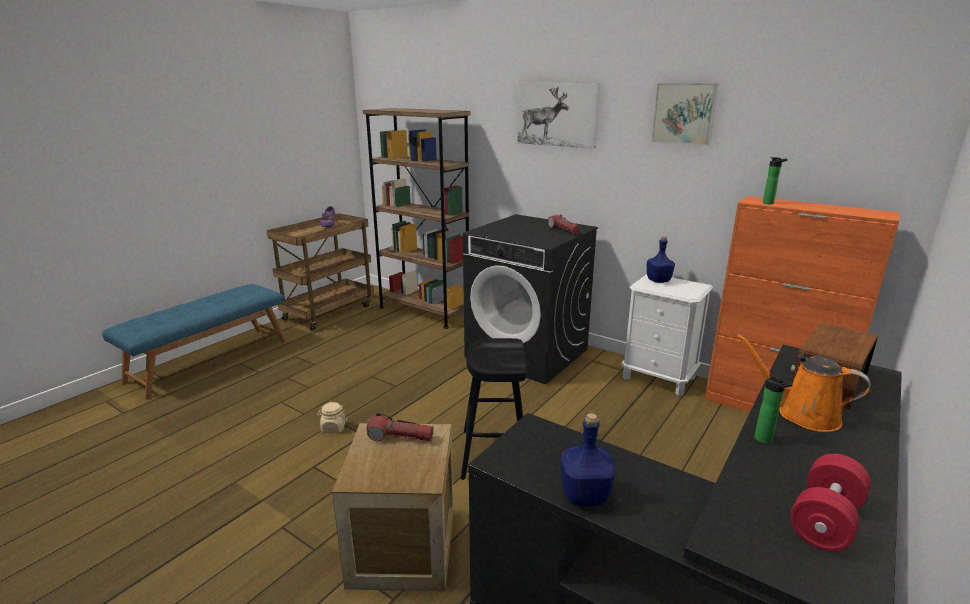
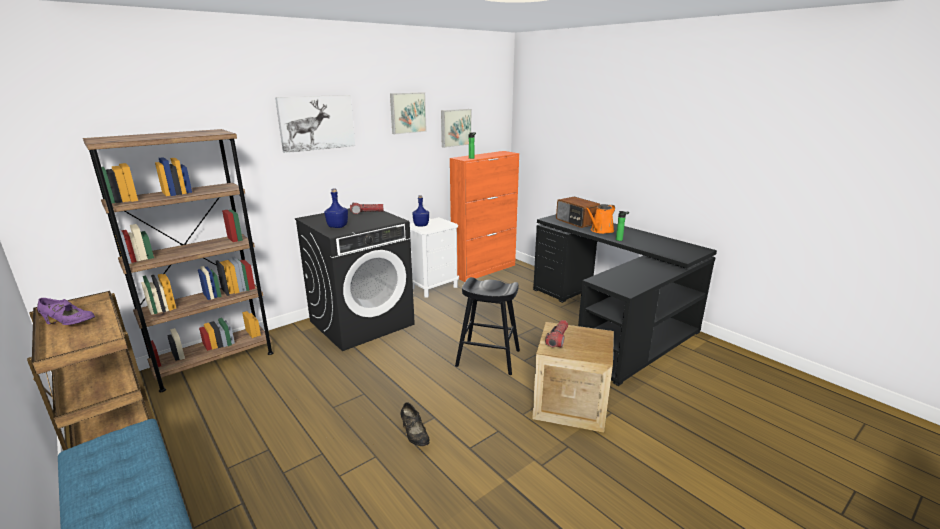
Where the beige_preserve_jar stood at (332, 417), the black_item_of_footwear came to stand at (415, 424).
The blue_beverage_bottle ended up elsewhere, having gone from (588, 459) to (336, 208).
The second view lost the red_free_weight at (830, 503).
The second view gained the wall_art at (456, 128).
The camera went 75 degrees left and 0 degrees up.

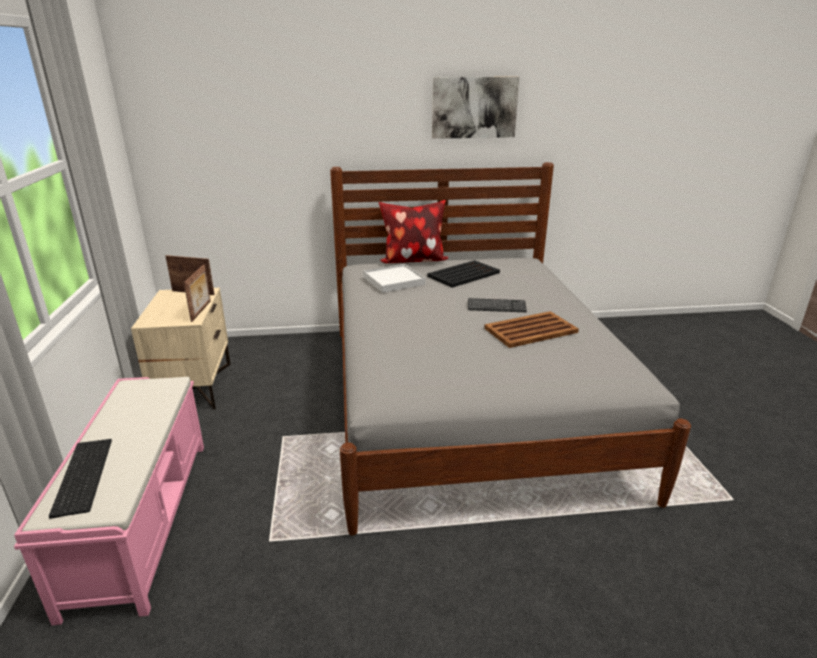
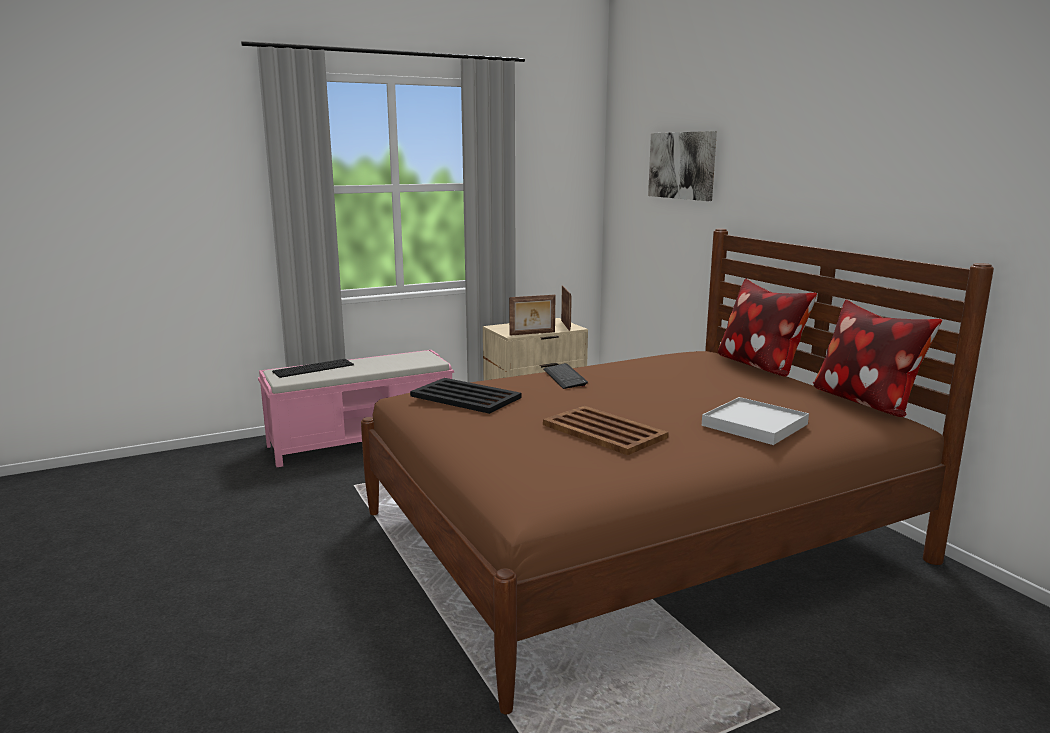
The wall_art ended up elsewhere, having gone from (475, 108) to (682, 166).
What was the grey_bed at (510, 349) turned into the brownish_bed at (677, 471).
The black_carrying_tray ended up elsewhere, having gone from (463, 274) to (465, 396).
The whitish_carrying_tray ended up elsewhere, having gone from (394, 278) to (755, 421).
The PC_keyboard ended up elsewhere, having gone from (497, 305) to (565, 376).
The second view gained the throw_pillow at (877, 358).
The camera went 70 degrees right and 10 degrees down.

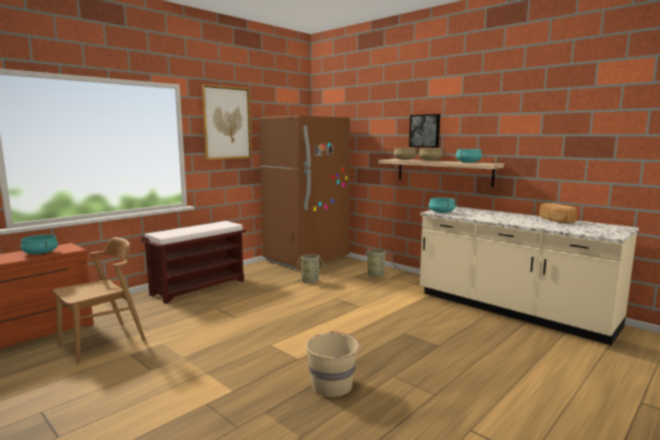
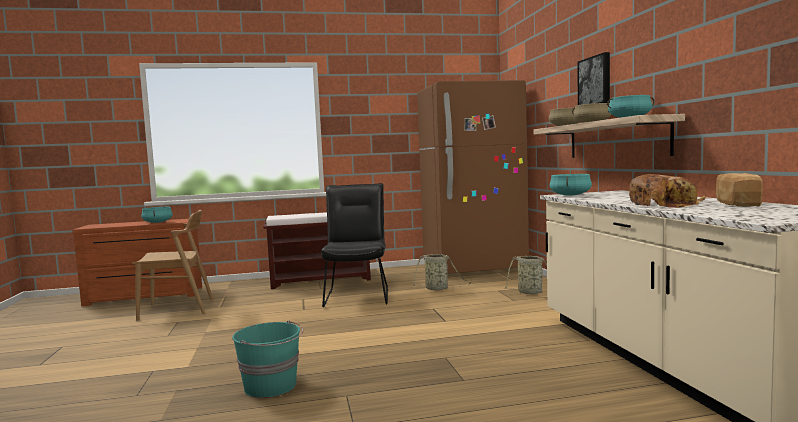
The second view lost the wall_art at (227, 122).
What was the beige_bucket at (333, 364) turned into the blue-green_bucket at (267, 359).
The second view gained the bakery_bread at (667, 191).
The second view gained the black_chair at (354, 245).
The camera went 35 degrees right and 5 degrees down.

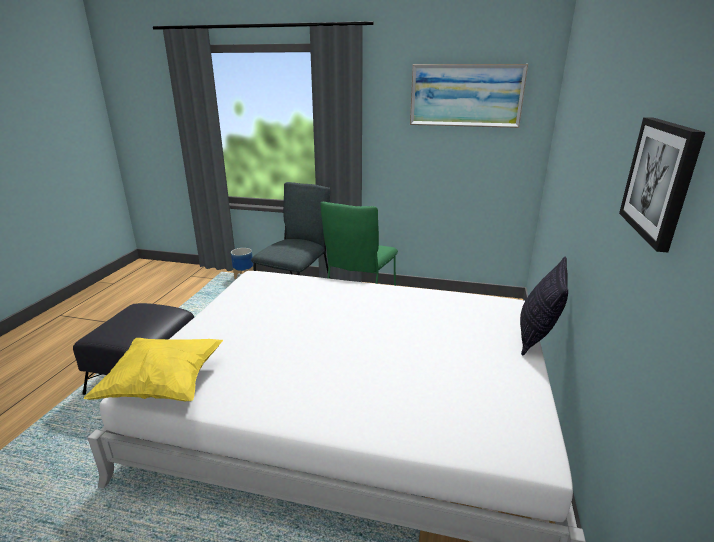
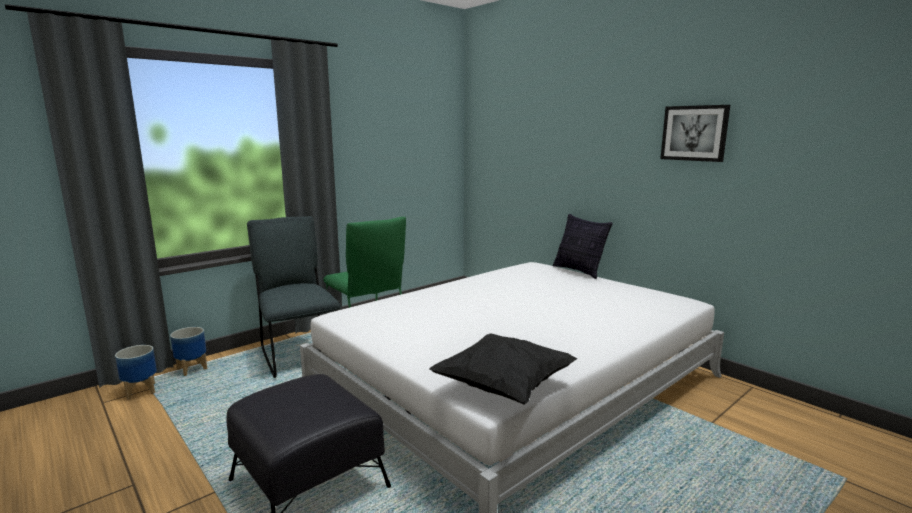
The second view lost the wall_art at (469, 96).
What was the yellow_throw_pillow at (153, 369) turned into the black_throw_pillow at (503, 369).
The second view gained the flower_pot at (136, 372).
The camera went 55 degrees left and 10 degrees down.

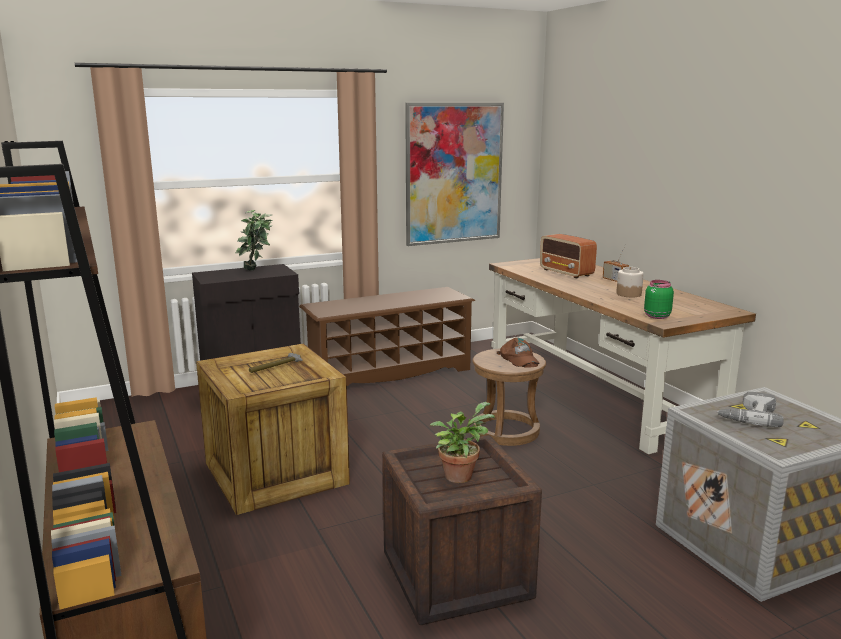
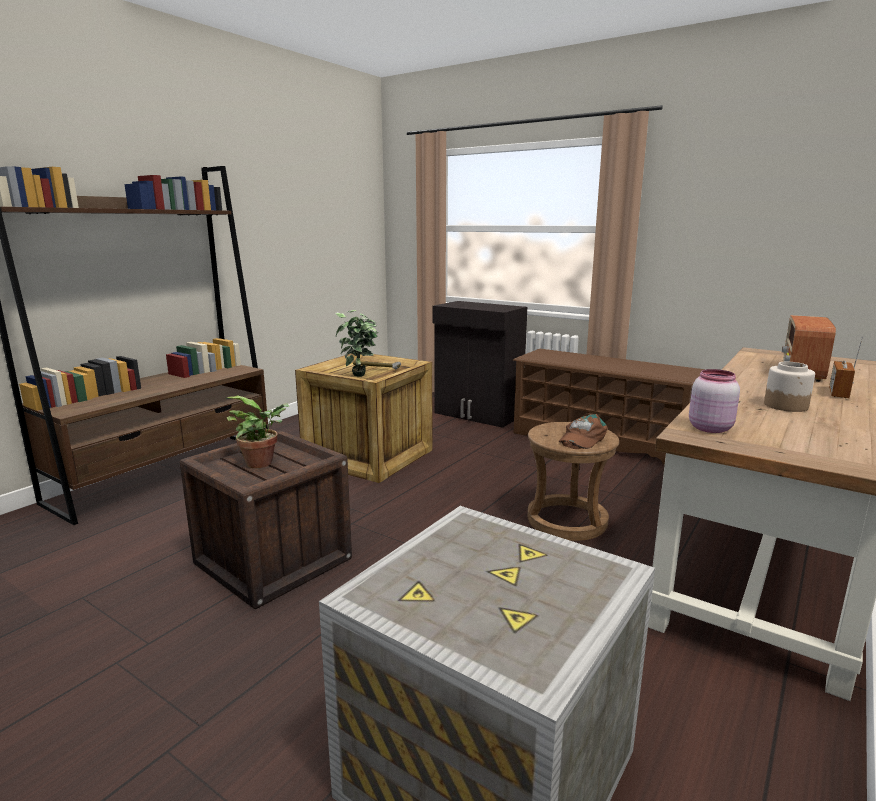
The second view lost the wall_art at (454, 174).
The plant_in_a_pot ended up elsewhere, having gone from (254, 240) to (356, 343).
What was the green-coloured_preserve_jar at (659, 299) turned into the pink_preserve_jar at (714, 401).
The second view lost the power_drill at (750, 409).
The camera went 60 degrees right and 0 degrees up.

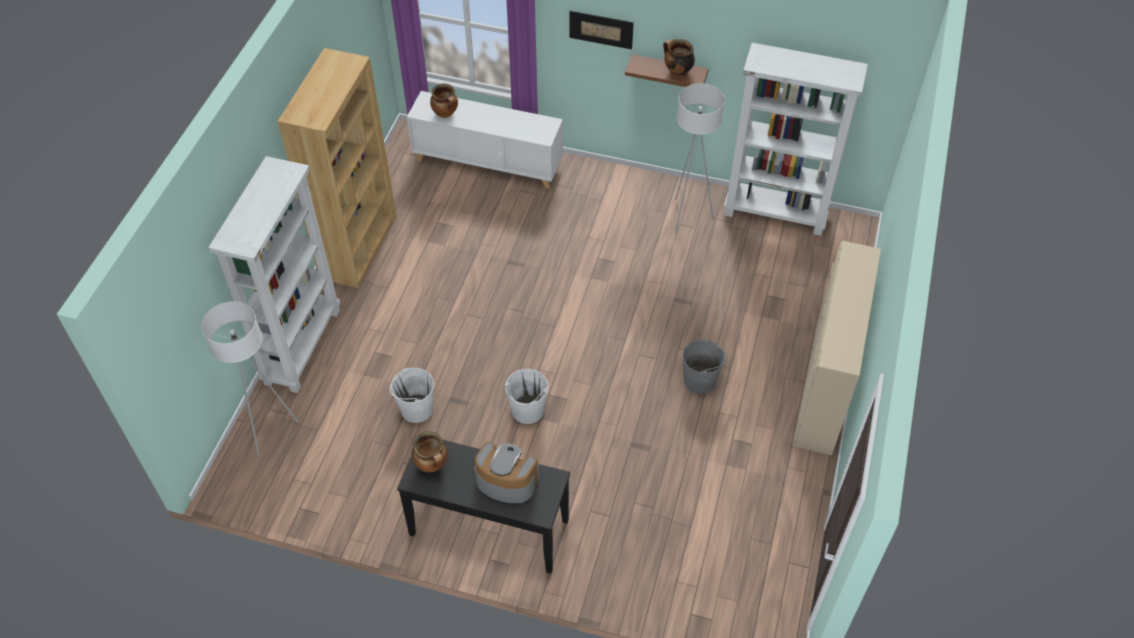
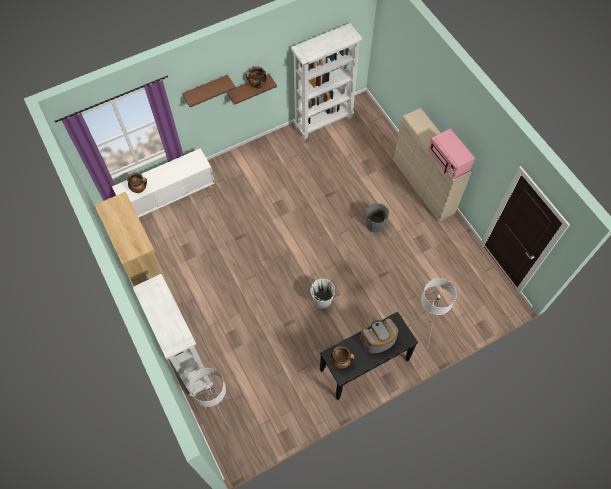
Where the wall_art hung at (601, 30), the brownish_bracket_shelf came to hang at (209, 91).
The whitish_standard_lamp ended up elsewhere, having gone from (700, 158) to (432, 314).
The second view lost the whitish_bucket at (412, 395).
The second view gained the pink_microwave_oven at (451, 154).
The camera went 45 degrees left and 10 degrees up.

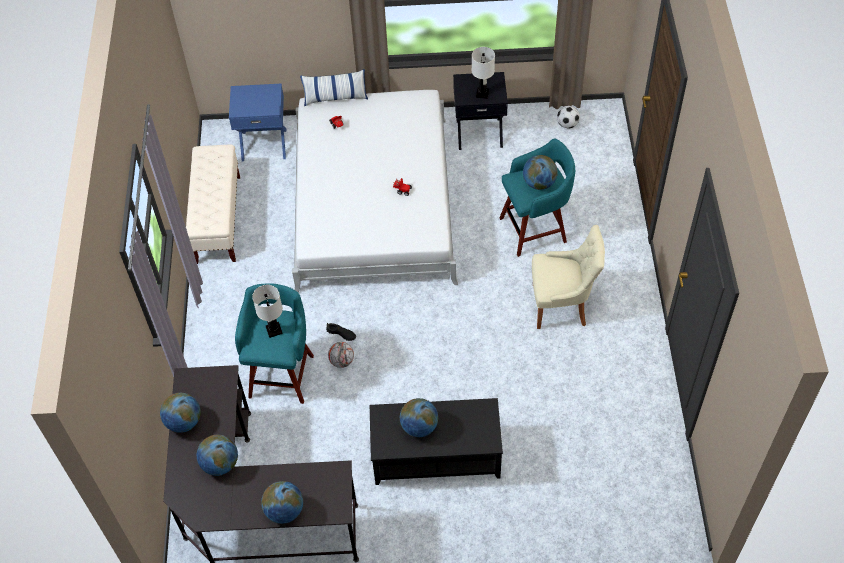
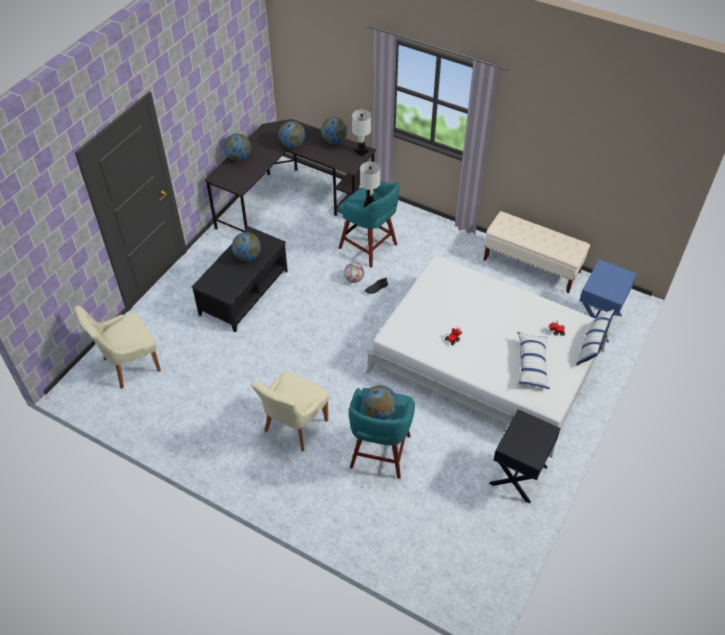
The whitish_tabletop_lamp ended up elsewhere, having gone from (483, 73) to (361, 133).
The second view lost the ball_for_football at (568, 117).
The second view gained the beige_chair at (118, 347).
The second view gained the throw_pillow at (533, 360).
The camera went 120 degrees right and 5 degrees down.

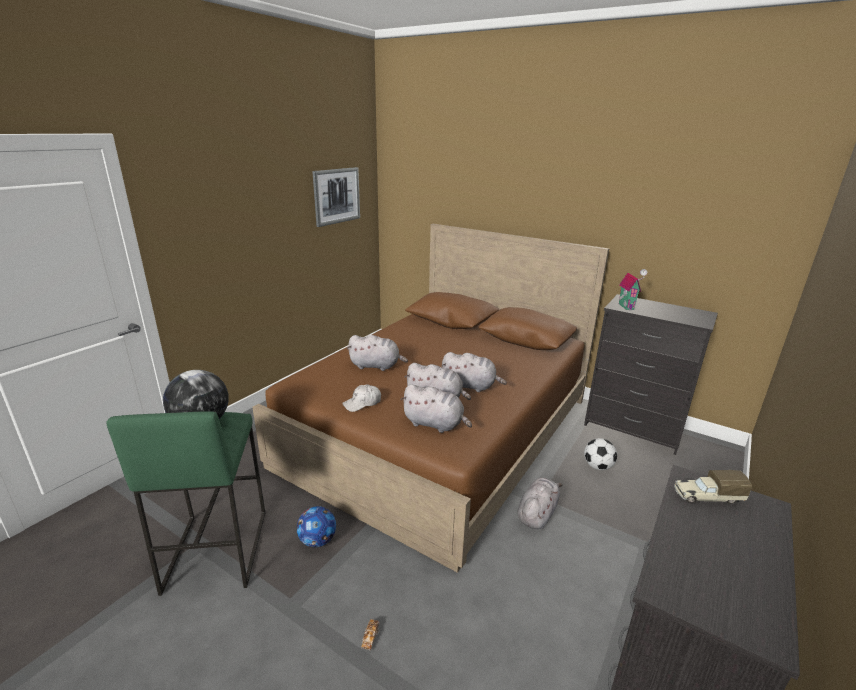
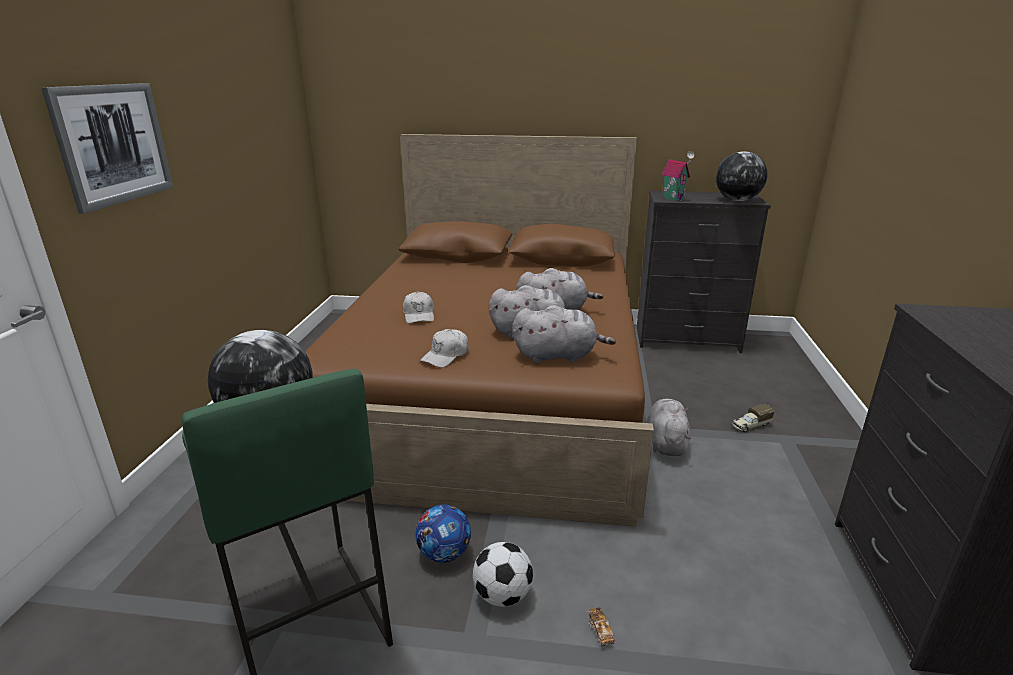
The wall_art ended up elsewhere, having gone from (336, 197) to (107, 148).
Where the grey_soft_toy stood at (377, 353), the whitish_peaked_cap came to stand at (418, 307).
The ball_for_football ended up elsewhere, having gone from (600, 454) to (503, 574).
The toy_truck ended up elsewhere, having gone from (713, 487) to (753, 418).
The second view gained the world_globe at (741, 176).
The camera went 25 degrees left and 0 degrees up.

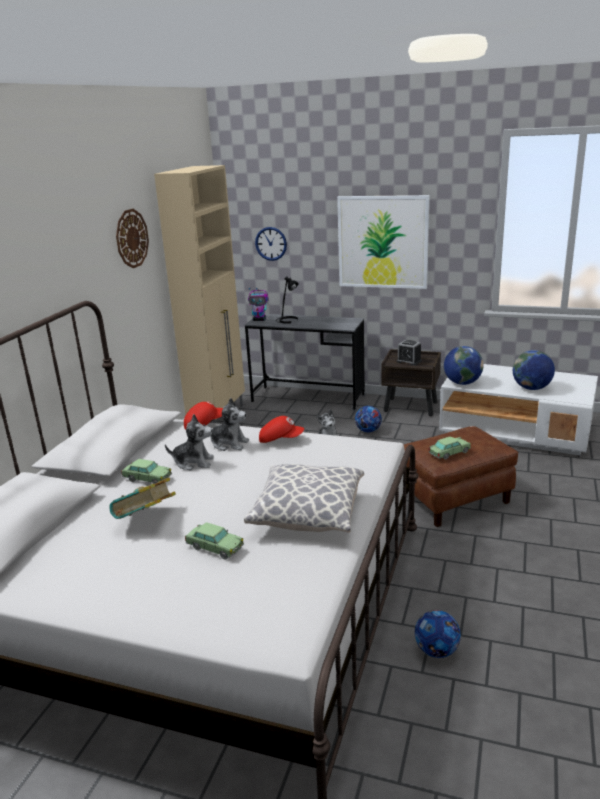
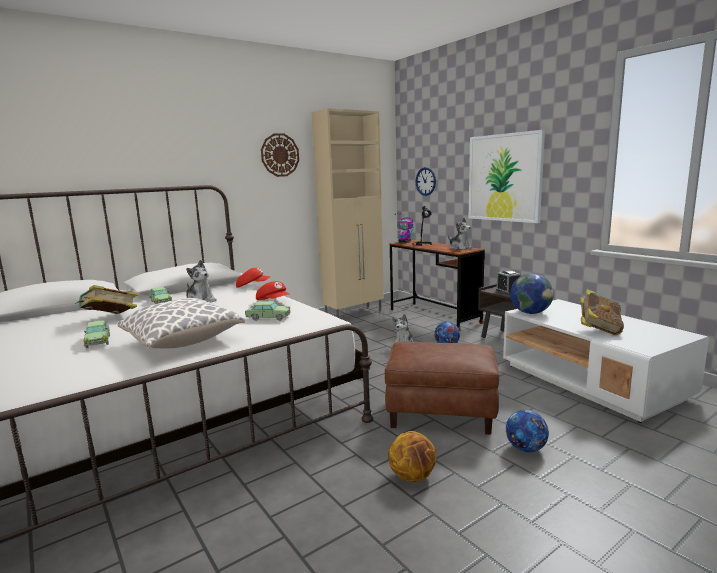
What was the grey_desk_table at (305, 362) turned into the brownish_desk_table at (437, 285).
Where the world_globe stood at (534, 370), the volume came to stand at (602, 312).
The soft_toy ended up elsewhere, having gone from (226, 424) to (460, 234).
The model_car ended up elsewhere, having gone from (450, 448) to (268, 311).
The ball_for_football ended up elsewhere, having gone from (438, 634) to (527, 431).
The second view gained the ball_for_basketball at (412, 456).
The camera went 35 degrees right and 10 degrees down.

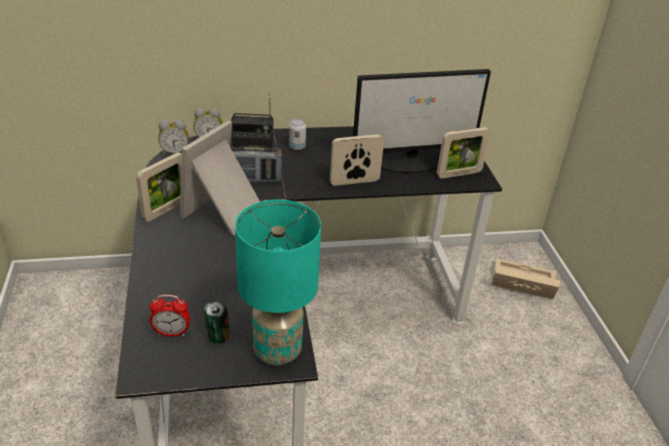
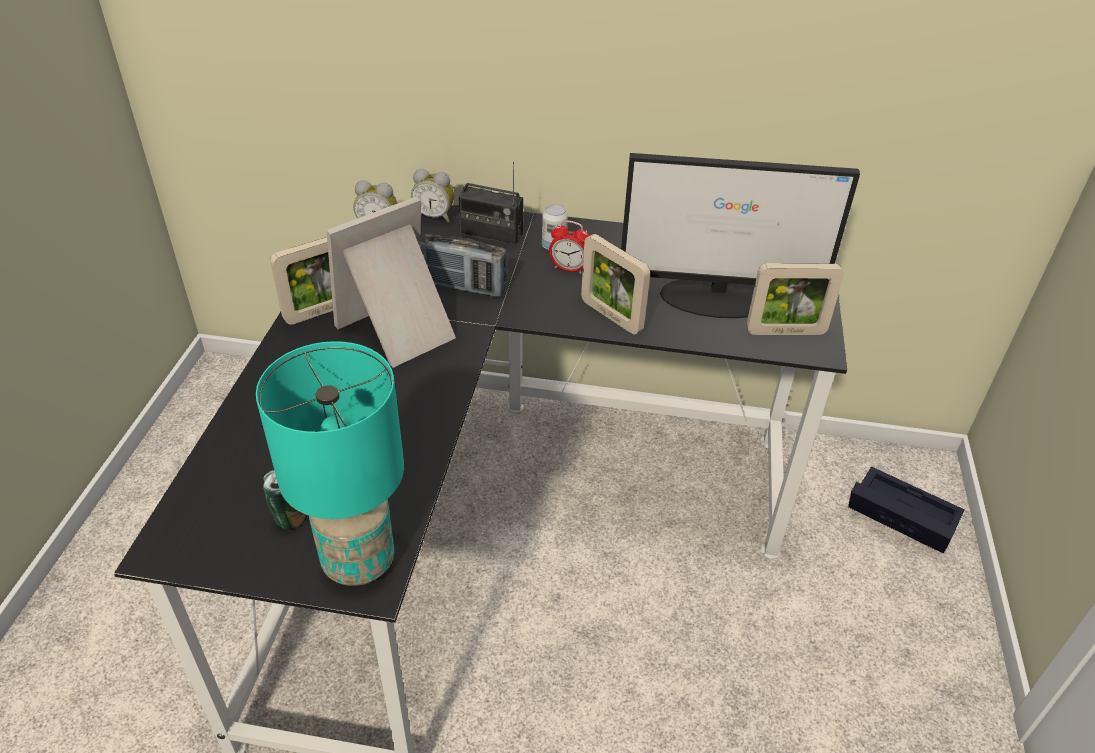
The standing_frame at (357, 160) ended up facing another way, 135 degrees counterclockwise from before.
What was the beige_storage_box at (526, 278) turned into the black_storage_box at (906, 510).
The bedside_clock ended up elsewhere, having gone from (170, 315) to (569, 247).
The camera went 20 degrees right and 5 degrees up.

